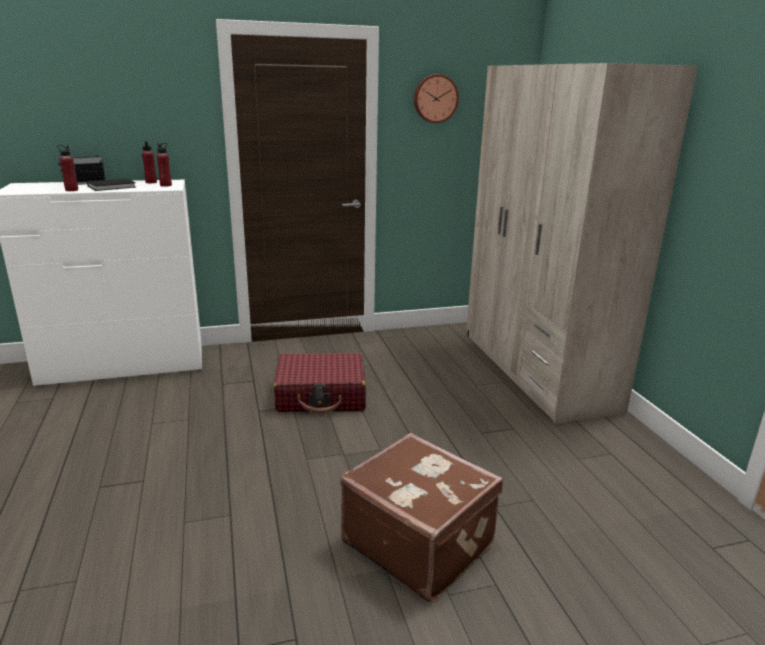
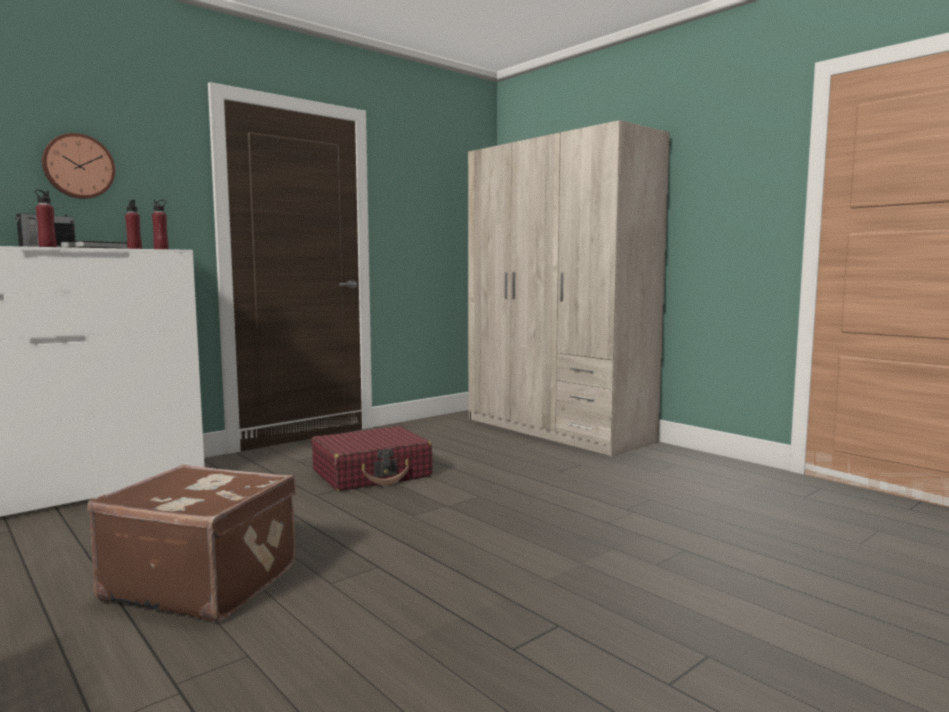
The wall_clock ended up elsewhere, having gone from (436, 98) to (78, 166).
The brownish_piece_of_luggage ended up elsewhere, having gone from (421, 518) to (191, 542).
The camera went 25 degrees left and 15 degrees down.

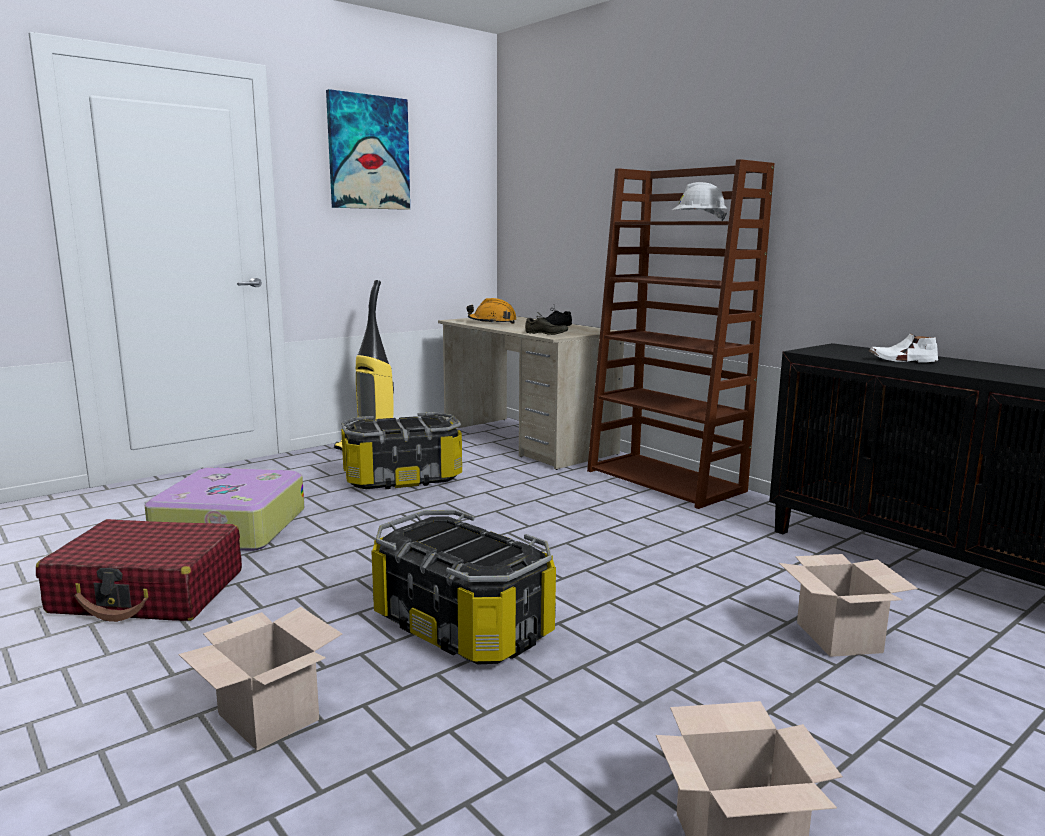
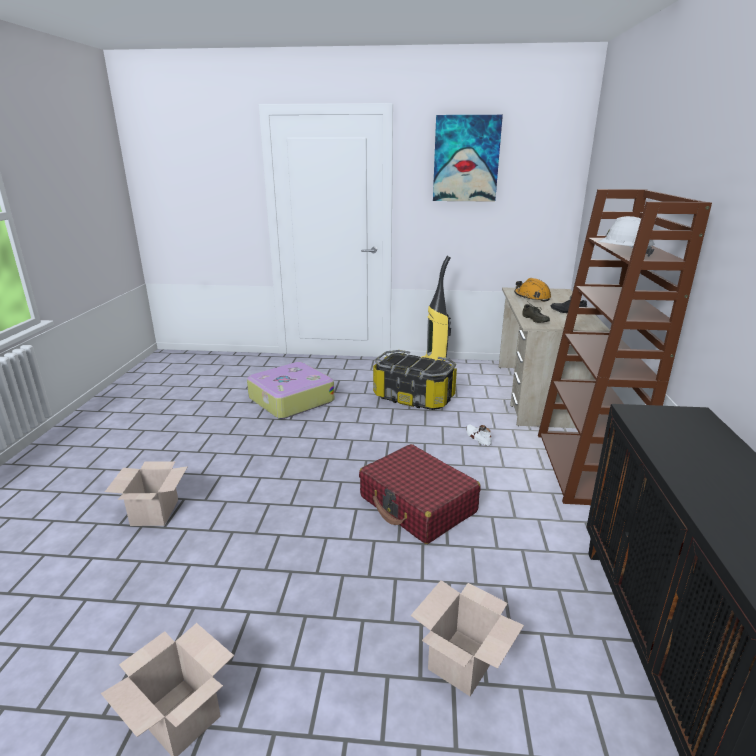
The whitish_item_of_footwear ended up elsewhere, having gone from (903, 348) to (479, 434).
The second view lost the storage_box at (464, 587).
The red_piece_of_luggage ended up elsewhere, having gone from (139, 570) to (420, 494).
The camera went 45 degrees right and 10 degrees up.

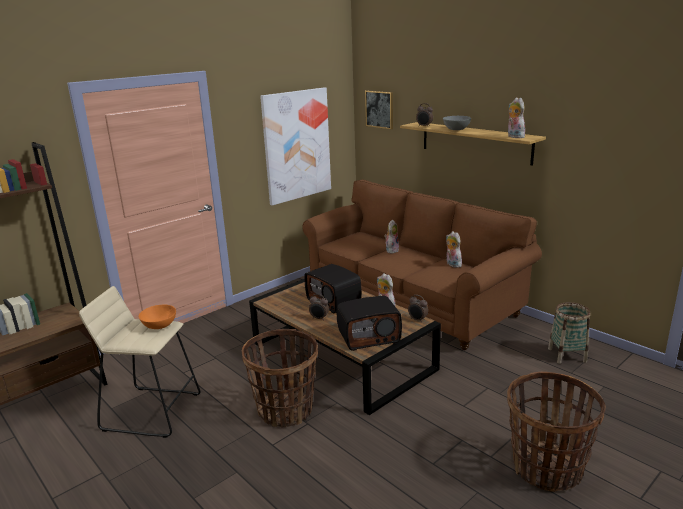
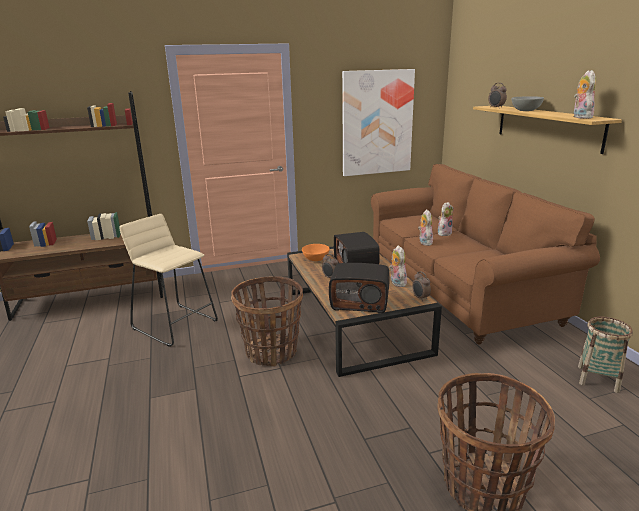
The second view lost the wall_art at (379, 109).
The soft_toy ended up elsewhere, having gone from (454, 249) to (425, 227).
The orange-coloured_serving_bowl ended up elsewhere, having gone from (157, 317) to (315, 252).
The camera went 25 degrees right and 0 degrees up.

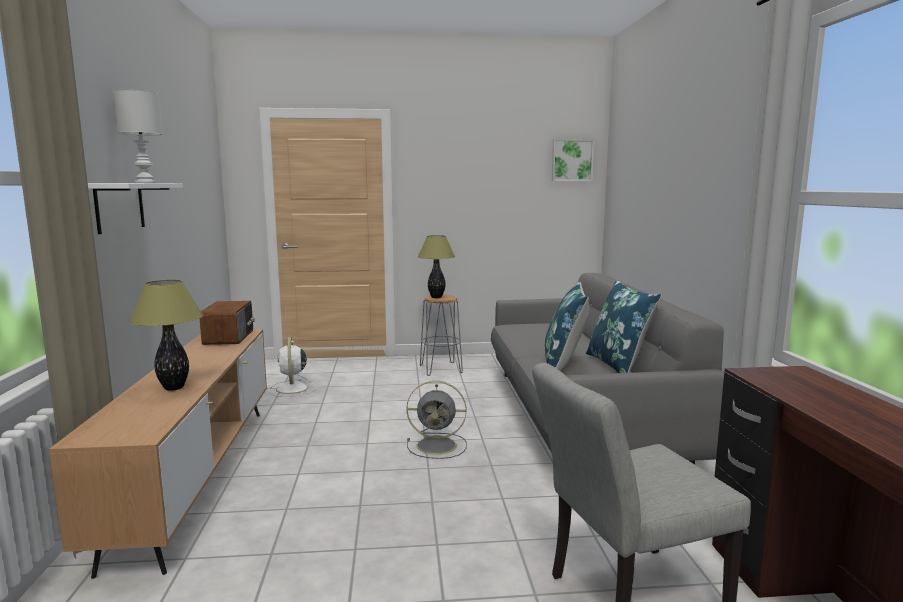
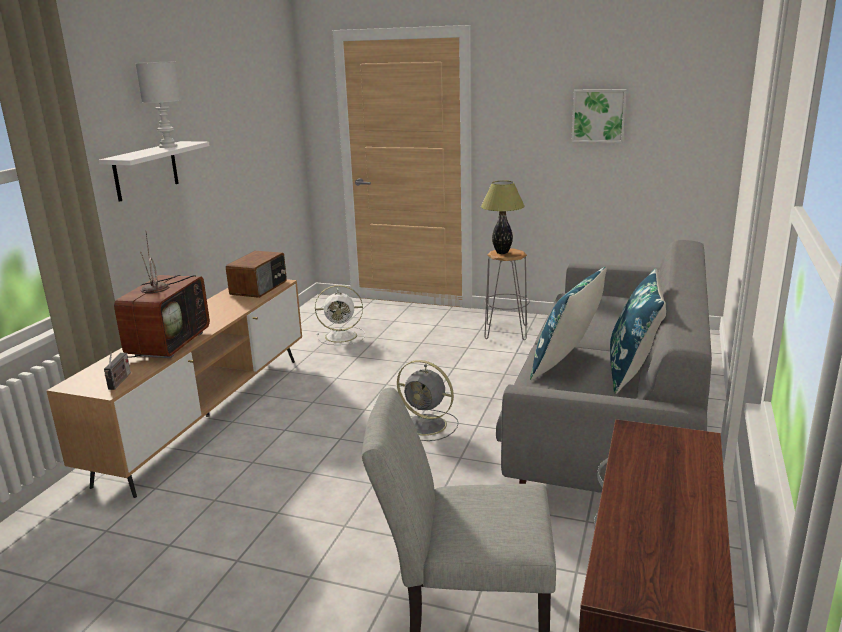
The wall_art ended up elsewhere, having gone from (573, 160) to (599, 116).
Where the tabletop_lamp stood at (166, 335), the TV came to stand at (162, 294).
The whitish_fan at (292, 367) ended up facing another way, 105 degrees counterclockwise from before.
The second view gained the radio_set at (117, 370).
The camera went 25 degrees right and 10 degrees up.

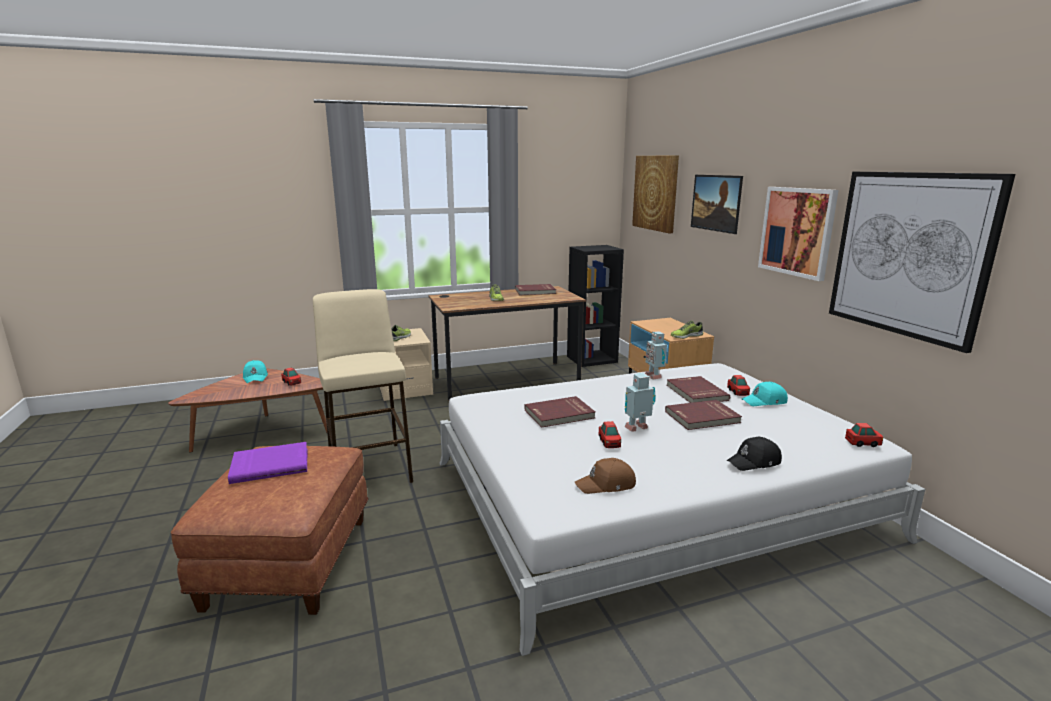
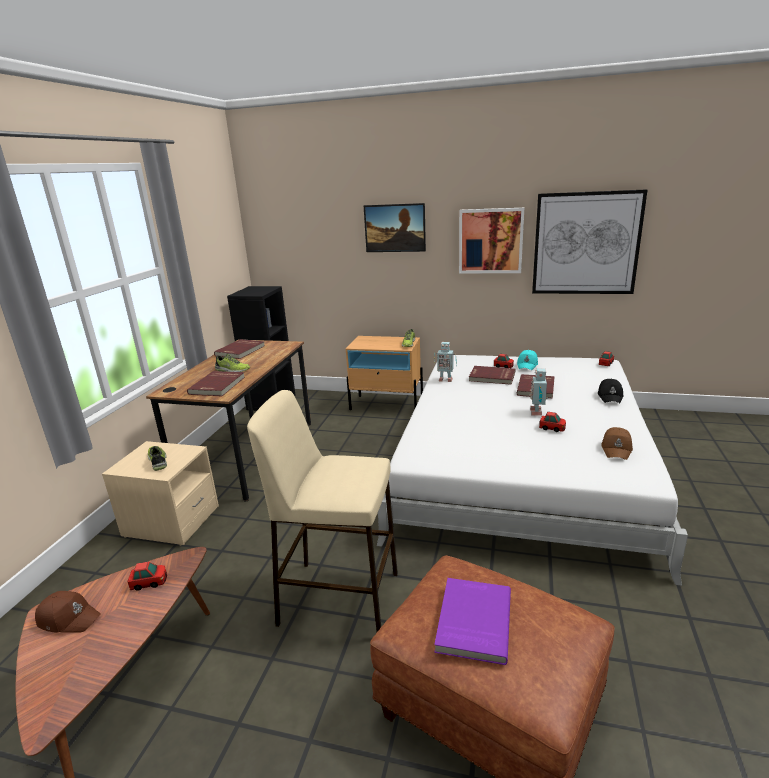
The second view lost the wall_art at (655, 194).
What was the blue-green_peaked_cap at (255, 371) turned into the brownish_peaked_cap at (68, 612).
The red_volume ended up elsewhere, having gone from (559, 412) to (216, 383).
The camera went 55 degrees left and 5 degrees up.

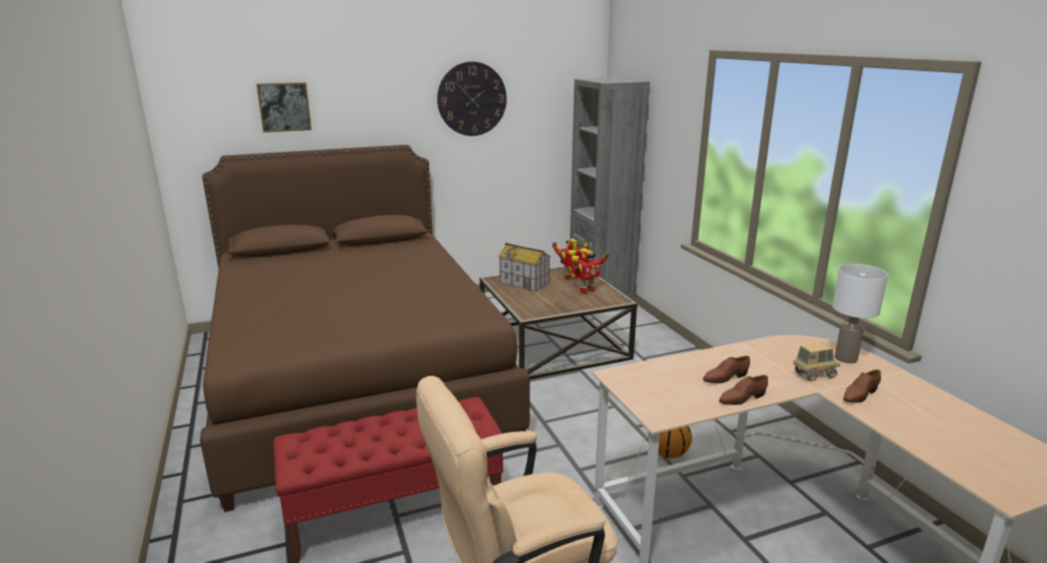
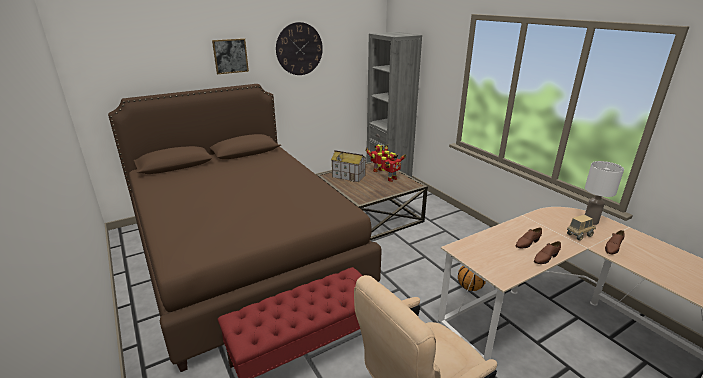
The wall_art ended up elsewhere, having gone from (284, 107) to (230, 56).
The camera went 10 degrees left and 5 degrees up.

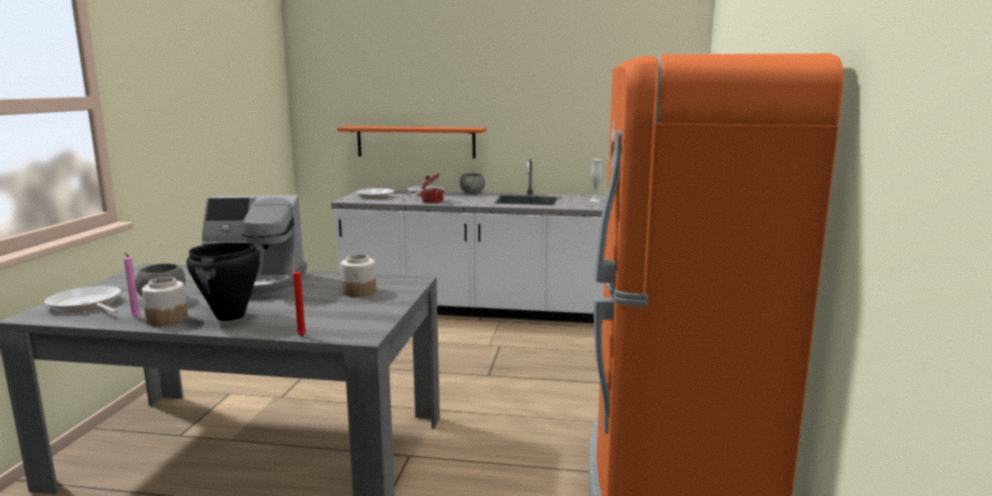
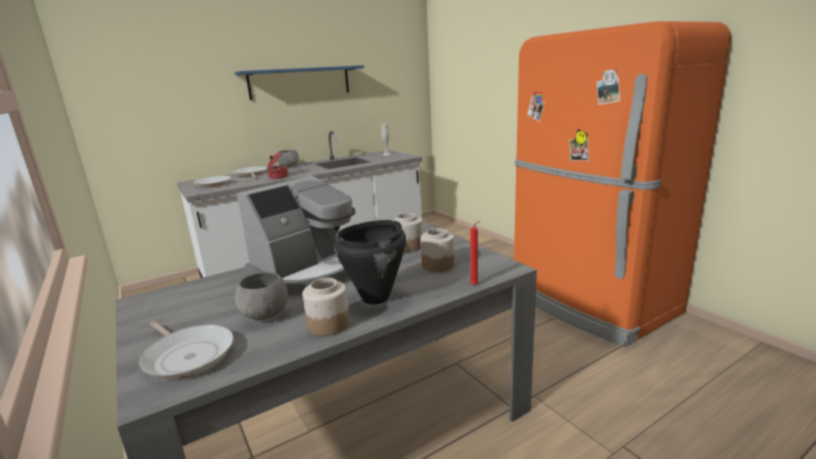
The second view lost the orange-coloured_bracket_shelf at (412, 142).
The second view lost the pink_wax_light at (132, 285).
The frying_pan at (82, 299) ended up facing another way, 135 degrees counterclockwise from before.
The second view gained the blue_bracket_shelf at (299, 82).
The second view gained the preserve_jar at (437, 250).
The camera went 40 degrees left and 5 degrees up.

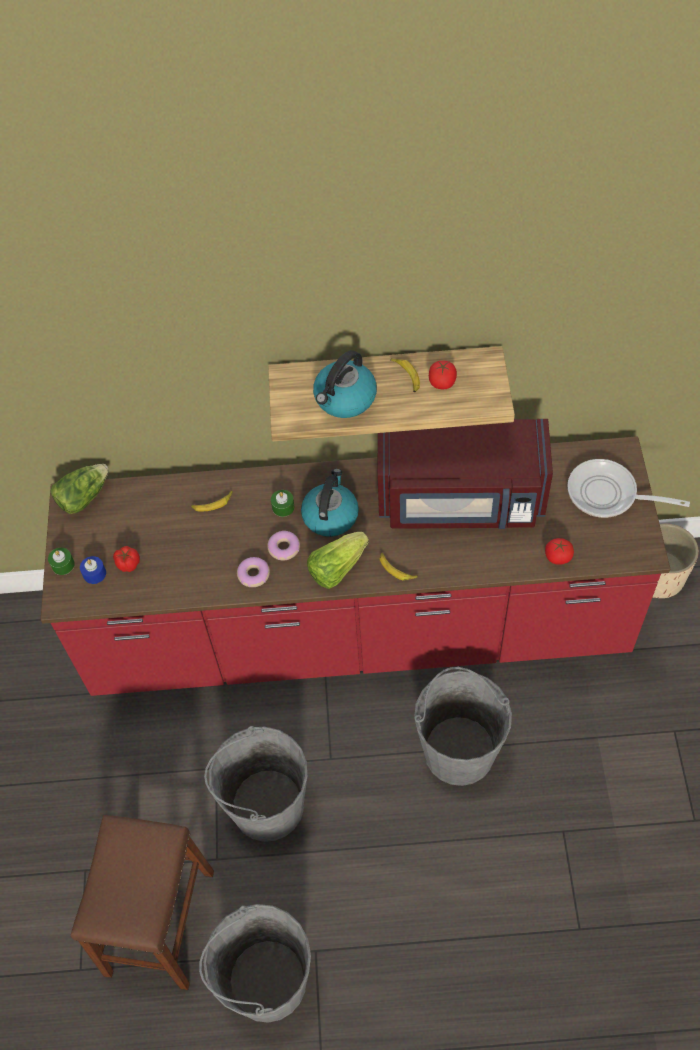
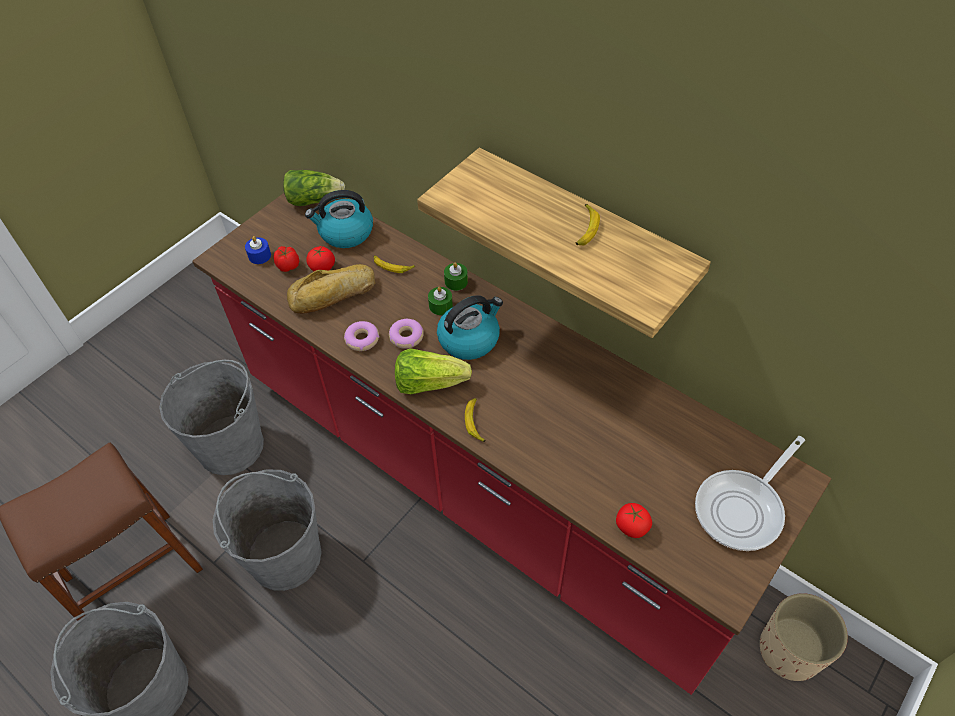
The kettle ended up elsewhere, having gone from (345, 384) to (339, 219).
The tomato ended up elsewhere, having gone from (443, 375) to (320, 258).
The second view lost the red_microwave_oven at (465, 474).
The frying_pan at (628, 488) ended up facing another way, 105 degrees counterclockwise from before.
The green-coloured_wax_light ended up elsewhere, having gone from (61, 561) to (456, 276).
The grey_bucket ended up elsewhere, having gone from (463, 726) to (211, 417).
The second view gained the bakery_bread at (331, 289).
The camera went 40 degrees right and 5 degrees down.

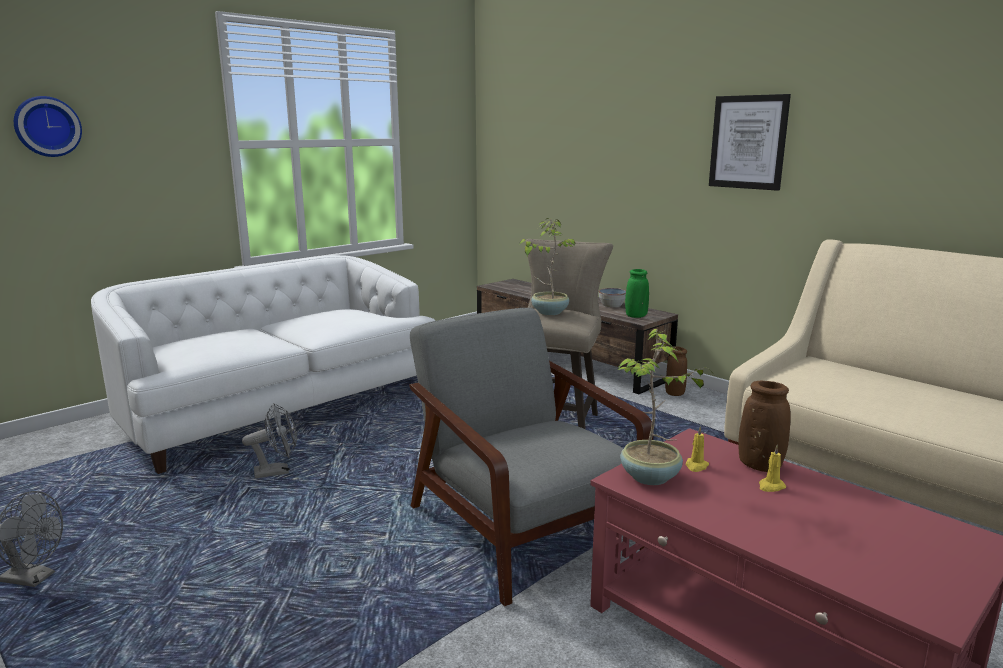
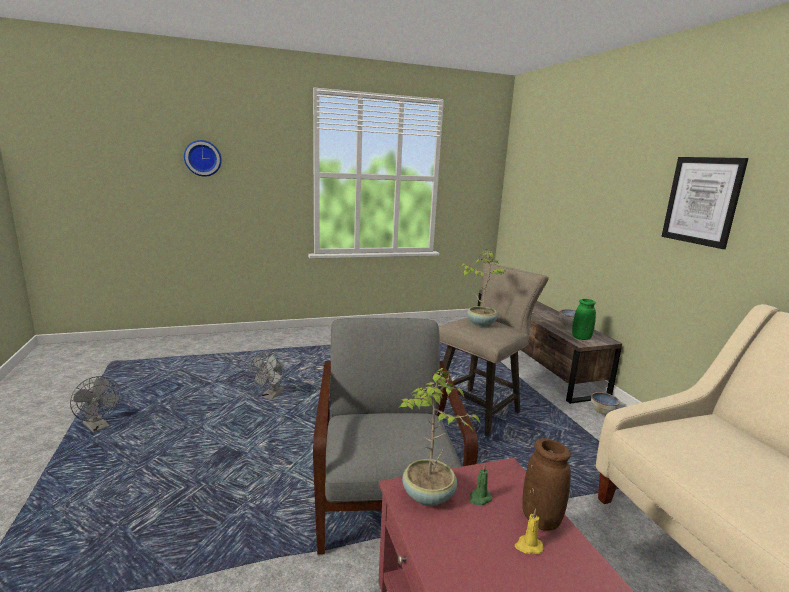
The second view lost the whitish_couch at (263, 364).
Where the brownish_vase stood at (676, 371), the serving_bowl came to stand at (605, 403).
The grey_fan at (269, 441) ended up facing another way, 105 degrees clockwise from before.
What was the yellow_wax_light at (697, 449) turned into the green-coloured_wax_light at (481, 484).
The camera went 25 degrees right and 0 degrees up.

